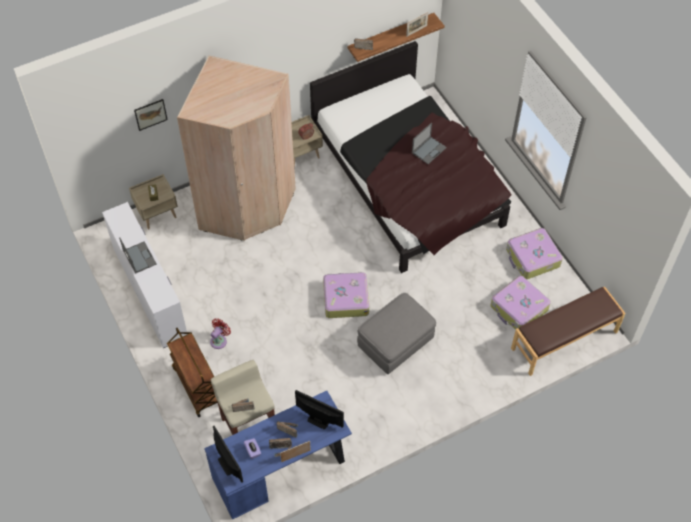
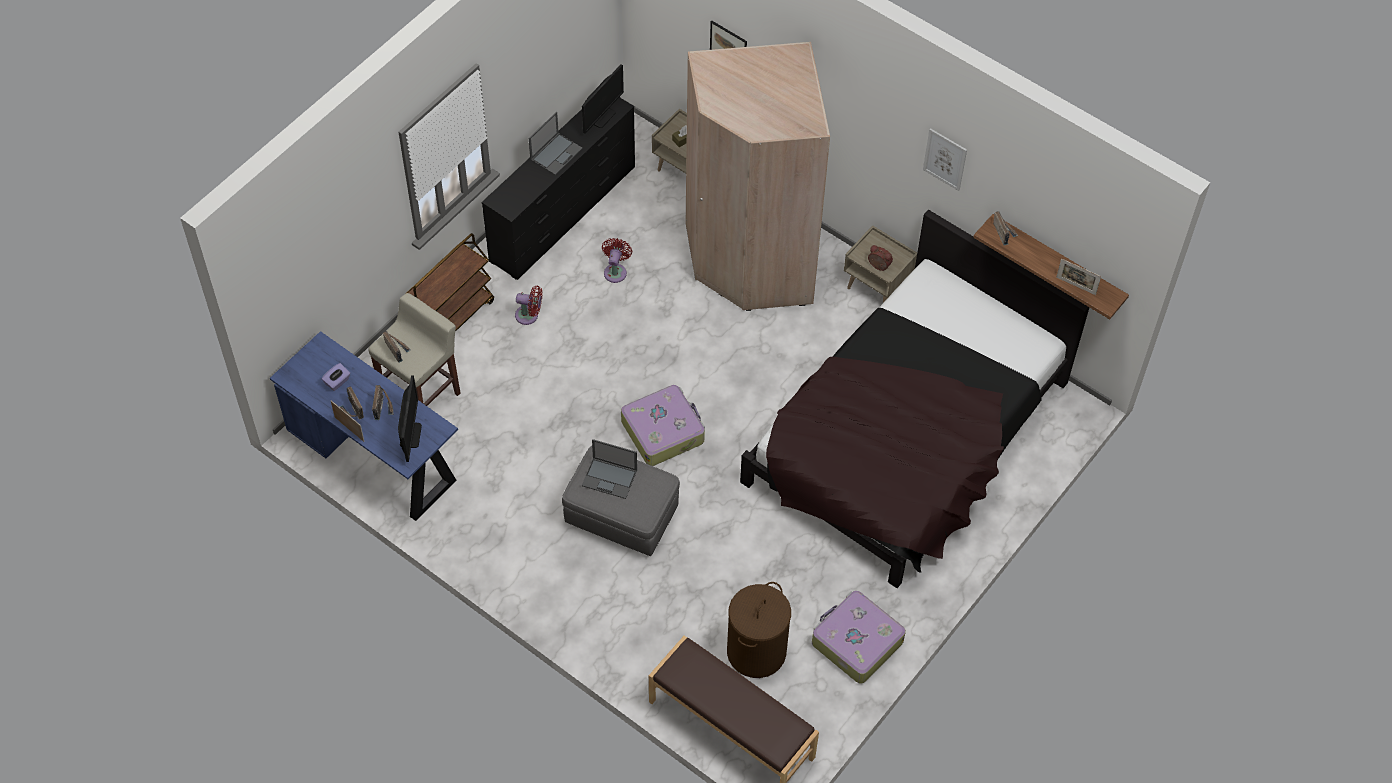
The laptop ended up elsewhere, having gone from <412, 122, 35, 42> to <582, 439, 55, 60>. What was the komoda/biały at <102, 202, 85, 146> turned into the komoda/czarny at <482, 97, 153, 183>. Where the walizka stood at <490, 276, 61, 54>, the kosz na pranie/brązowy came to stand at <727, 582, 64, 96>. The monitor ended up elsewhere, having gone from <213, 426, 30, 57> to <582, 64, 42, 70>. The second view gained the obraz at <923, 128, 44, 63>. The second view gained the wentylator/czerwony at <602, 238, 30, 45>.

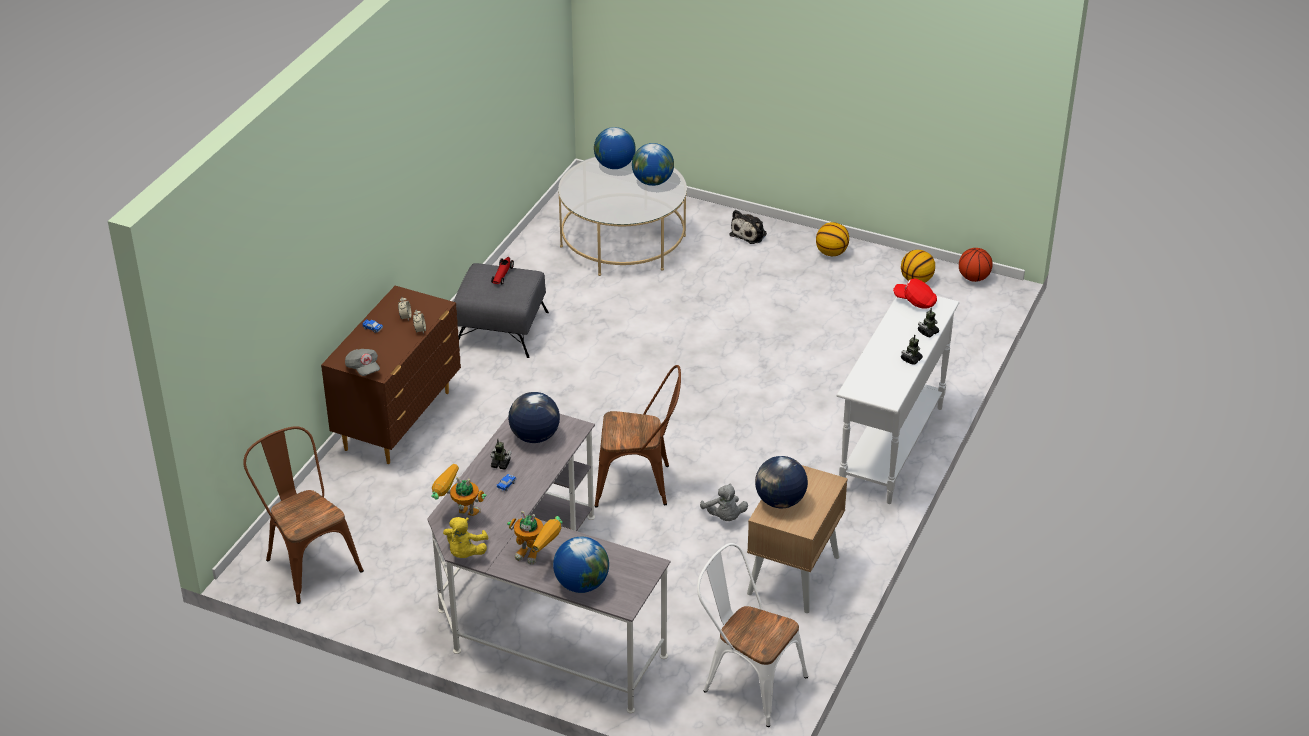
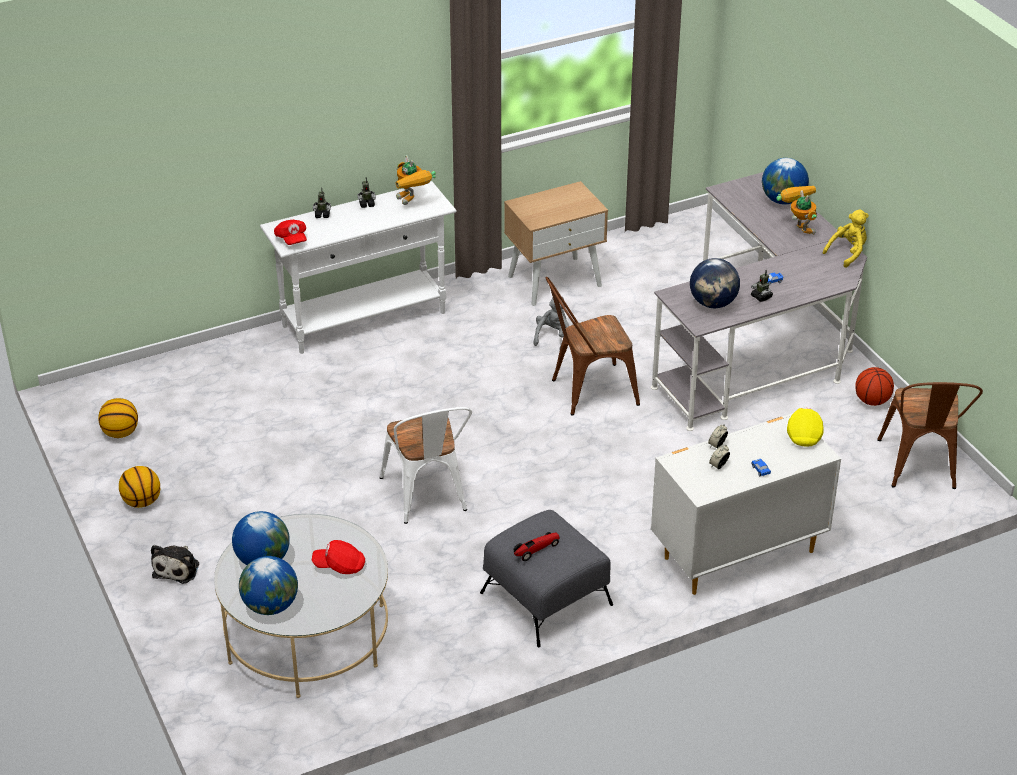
The pluszak at <730, 210, 37, 34> ended up facing another way, 120 degrees clockwise from before. The piłka do koszykówki ended up elsewhere, having gone from <959, 248, 34, 34> to <855, 367, 39, 39>. What was the komoda/brązowy at <321, 286, 140, 178> turned into the komoda/biały at <651, 413, 190, 182>. What was the czapka z daszkiem/szary at <345, 349, 35, 27> turned into the czapka z daszkiem/żółty at <787, 408, 37, 39>. The krzesło/brązowy at <595, 365, 86, 142> ended up facing another way, 60 degrees counterclockwise from before. The second view lost the globus at <755, 456, 53, 52>. The robot zabawkowy ended up elsewhere, having gone from <431, 464, 55, 52> to <396, 155, 40, 50>. The krzesło/biały ended up elsewhere, having gone from <697, 543, 111, 184> to <380, 407, 92, 117>. The second view gained the czapka z daszkiem/czerwony at <312, 540, 53, 34>.

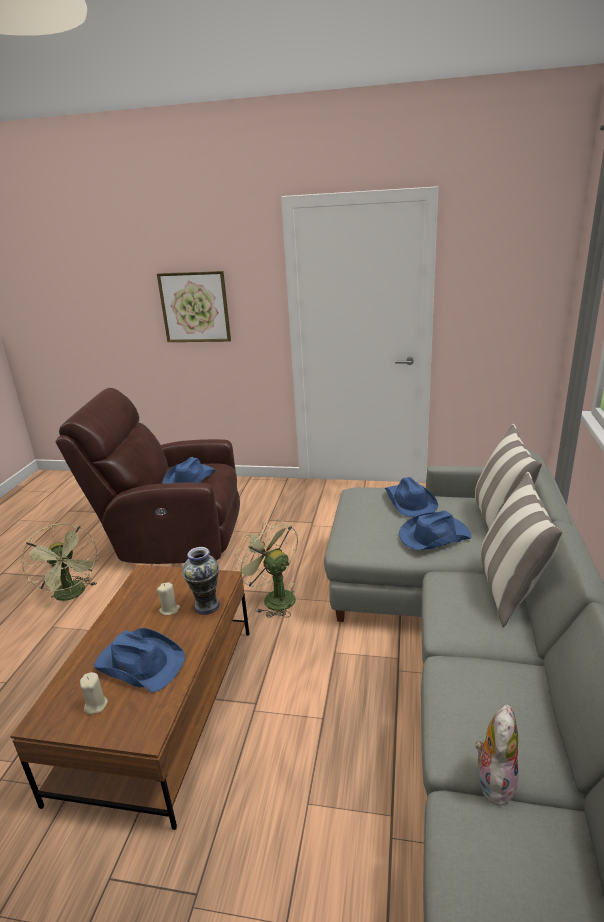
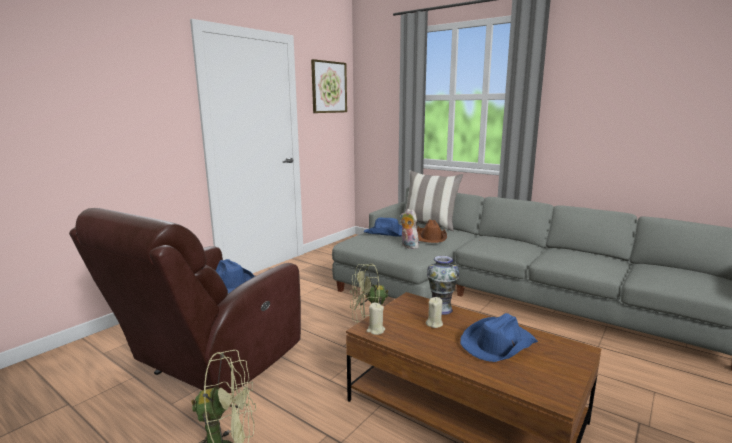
The obraz ended up elsewhere, having gone from <157, 271, 74, 71> to <311, 59, 36, 54>. The second view lost the poduszka at <480, 472, 82, 155>. What was the kapelusz/niebieski at <399, 511, 73, 39> turned into the kapelusz/brązowy at <417, 219, 30, 24>. The świeca/beżowy ended up elsewhere, having gone from <80, 672, 28, 42> to <366, 302, 19, 33>. The pluszak ended up elsewhere, having gone from <475, 705, 44, 103> to <401, 209, 18, 40>.

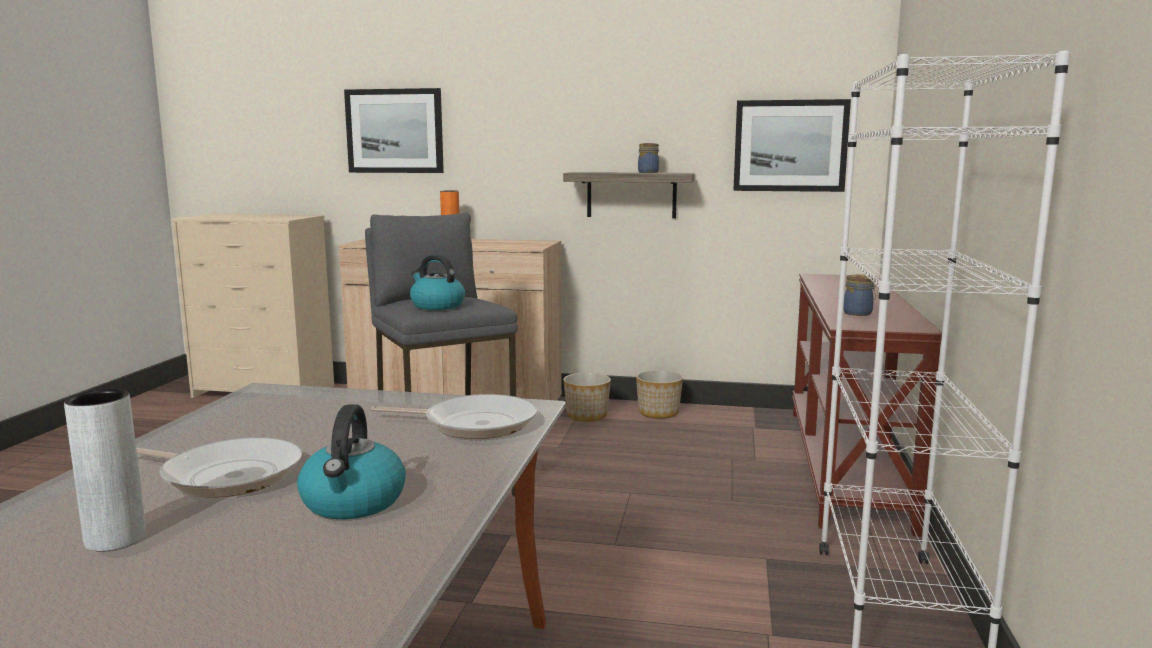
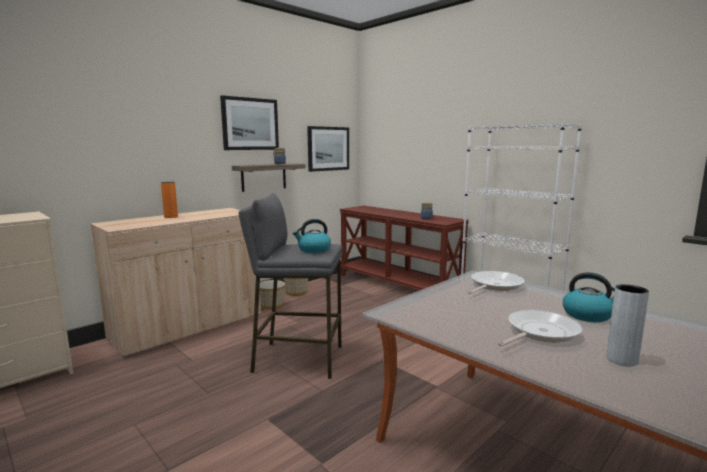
The obraz ended up elsewhere, having gone from <344, 88, 100, 85> to <220, 95, 59, 55>.

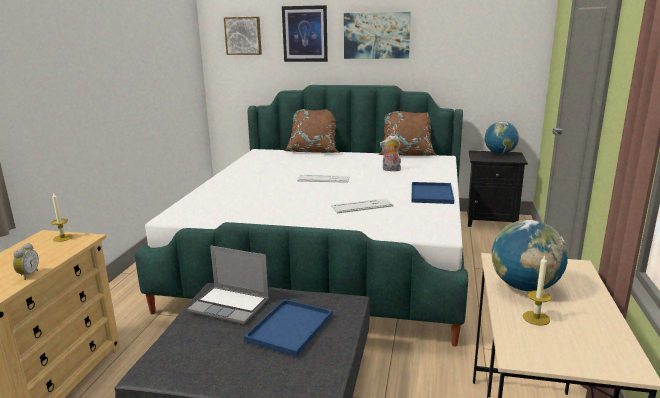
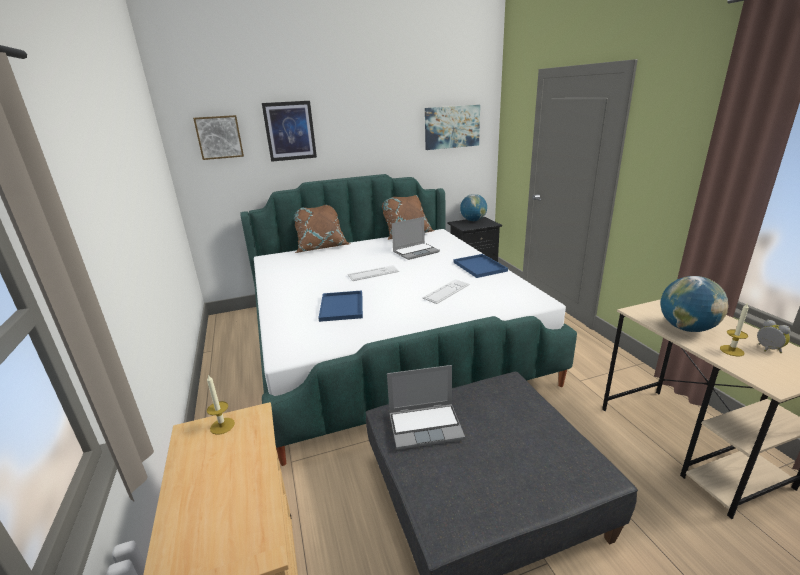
The obraz ended up elsewhere, having gone from <344, 12, 67, 47> to <425, 105, 55, 45>. Where the pluszak stood at <380, 135, 21, 36>, the laptop came to stand at <392, 217, 48, 43>. The budzik ended up elsewhere, having gone from <13, 243, 26, 37> to <757, 320, 34, 33>. The taca/niebieski ended up elsewhere, having gone from <244, 299, 89, 58> to <319, 290, 44, 32>.

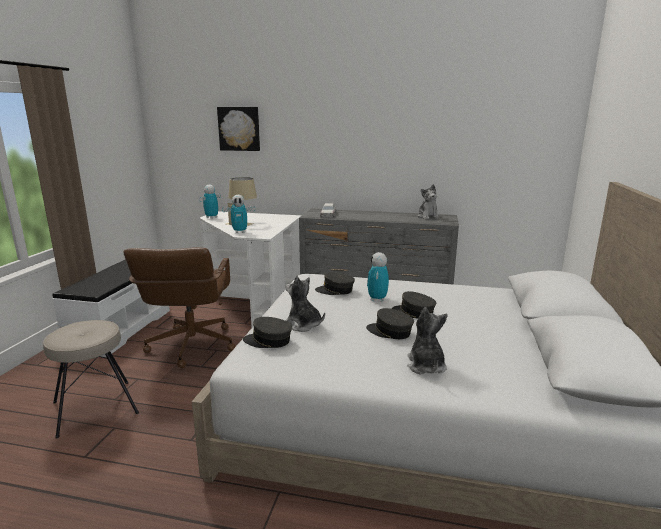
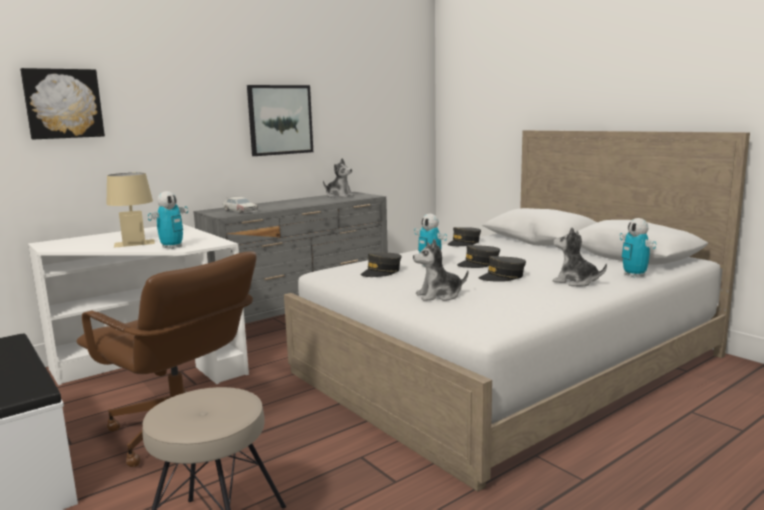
The robot zabawkowy ended up elsewhere, having gone from <199, 185, 22, 34> to <620, 218, 36, 60>. The czapka z daszkiem/szary ended up elsewhere, having gone from <243, 317, 49, 31> to <447, 227, 34, 19>. The second view gained the obraz at <247, 85, 66, 71>.

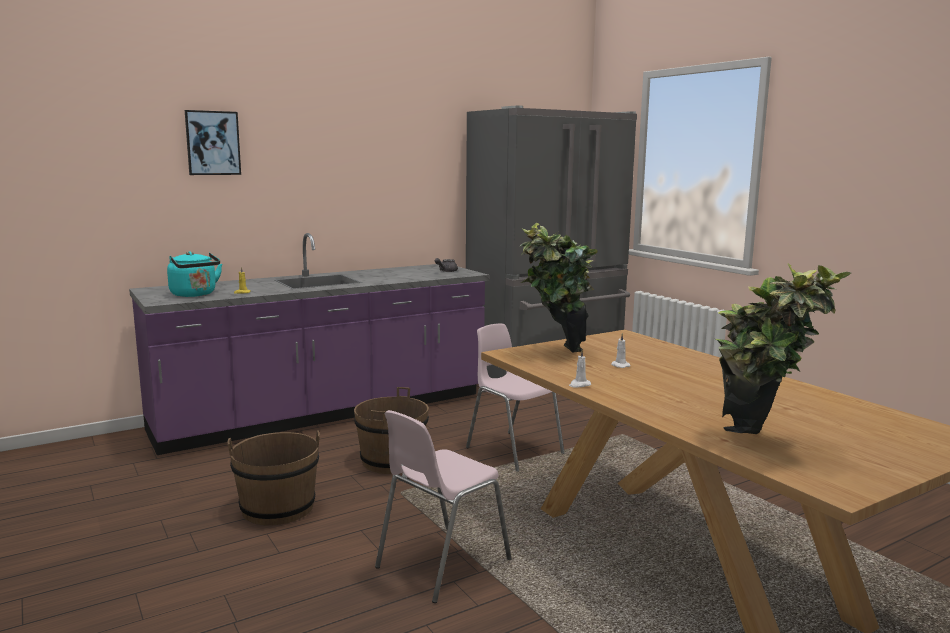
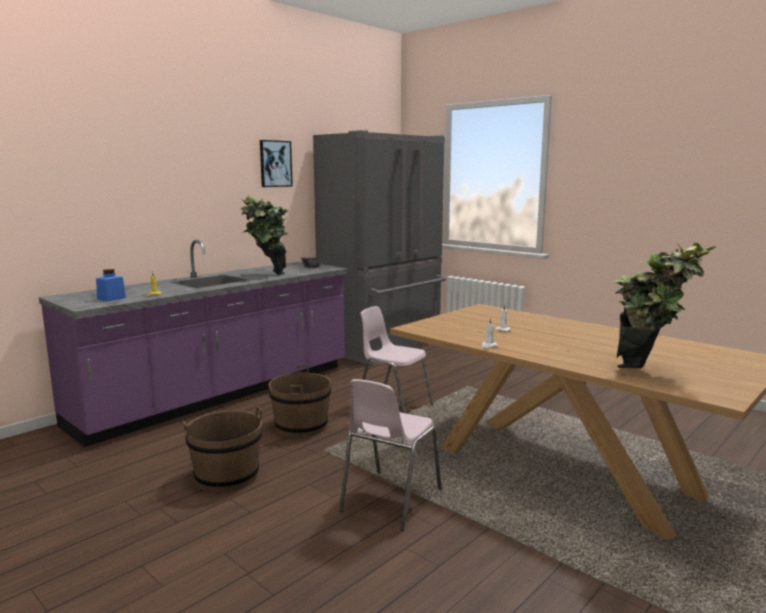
The obraz ended up elsewhere, having gone from <185, 110, 56, 65> to <260, 140, 33, 47>. The roślina doniczkowa ended up elsewhere, having gone from <520, 223, 77, 130> to <240, 195, 48, 80>. Where the czajnik/turkusowy stood at <167, 251, 55, 46>, the słoik/niebieski came to stand at <96, 269, 30, 33>.

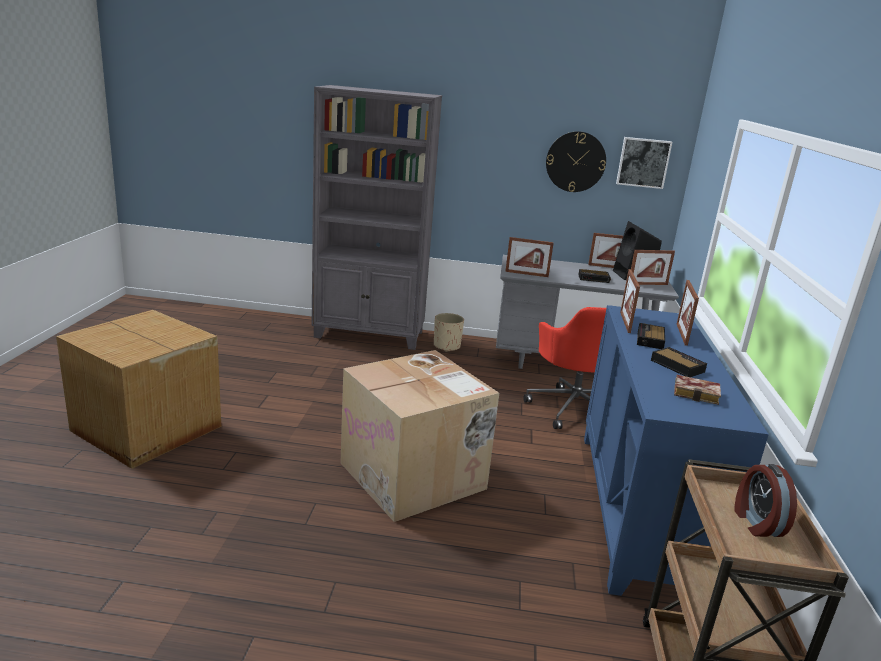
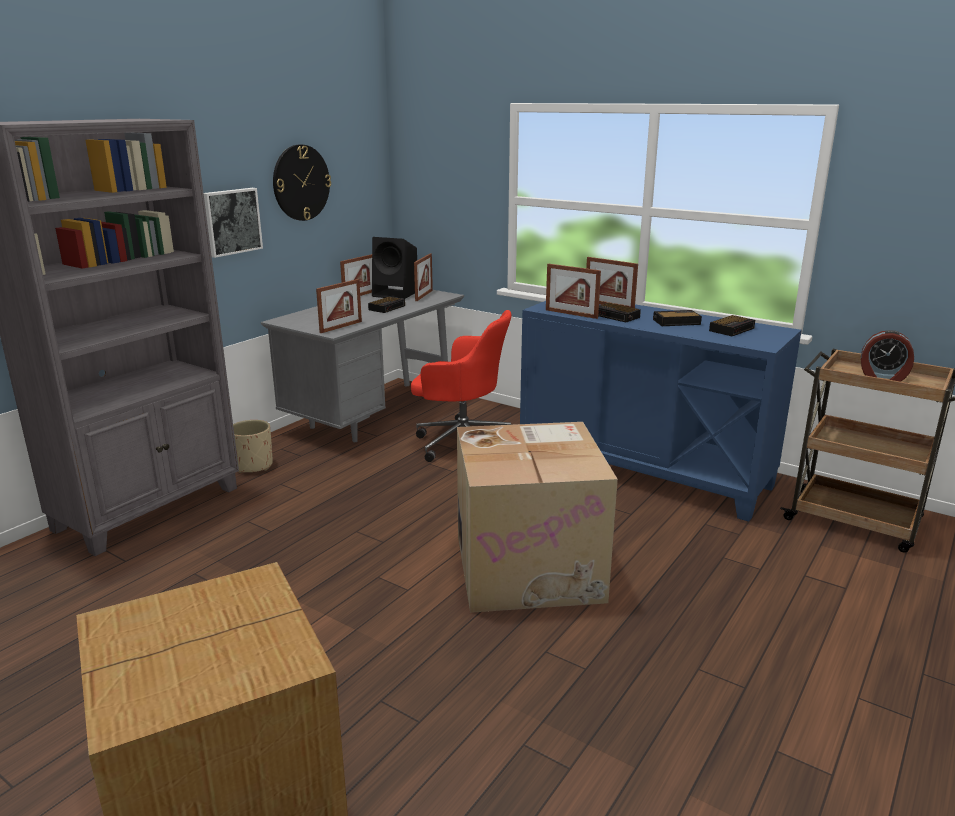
The obraz ended up elsewhere, having gone from <616, 137, 56, 52> to <204, 188, 59, 70>. Where the książka stood at <674, 375, 47, 30>, the budzik came to stand at <709, 315, 46, 21>.

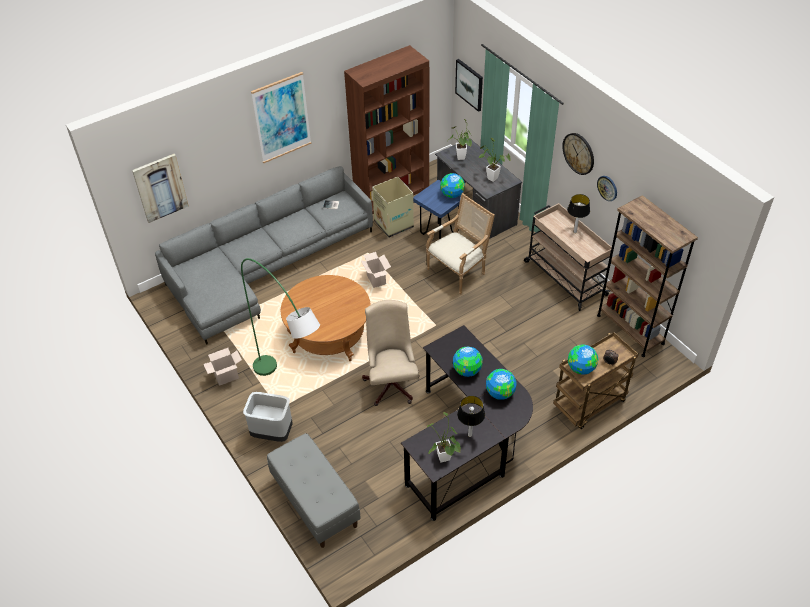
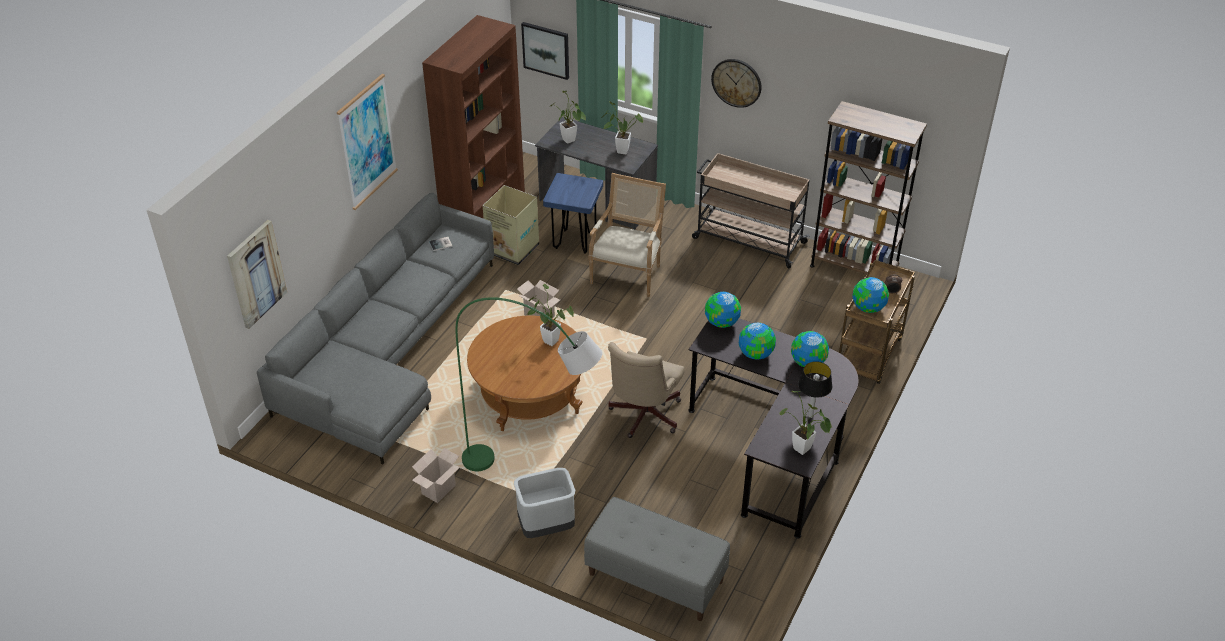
The globus ended up elsewhere, having gone from <440, 173, 25, 25> to <705, 292, 36, 36>. The second view lost the zegar ścienny at <597, 176, 20, 25>. The second view lost the lampa stołowa at <567, 194, 23, 39>. The krzesło biurowe/beżowy at <362, 300, 58, 106> ended up facing another way, 120 degrees counterclockwise from before. The second view gained the roślina doniczkowa at <527, 284, 47, 62>.

